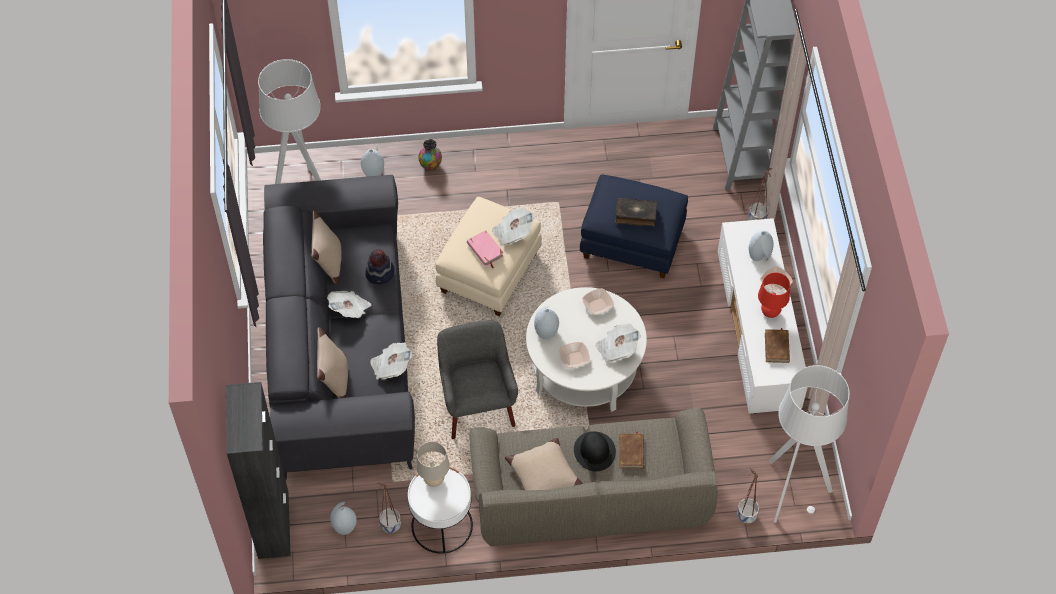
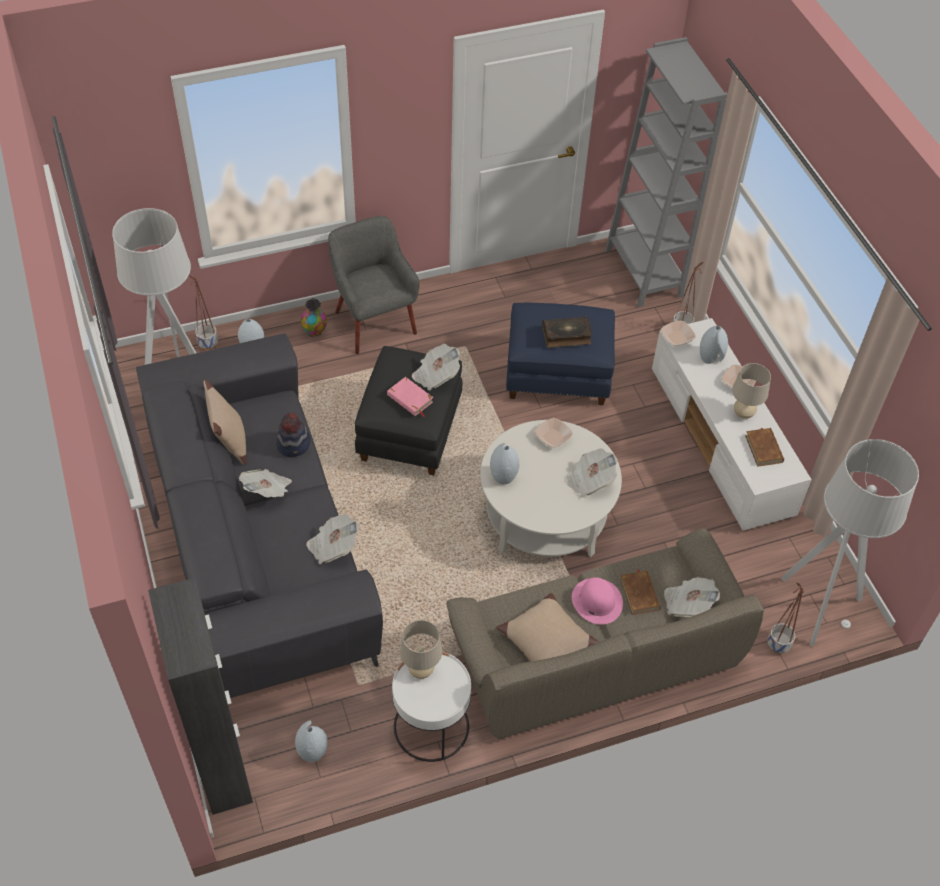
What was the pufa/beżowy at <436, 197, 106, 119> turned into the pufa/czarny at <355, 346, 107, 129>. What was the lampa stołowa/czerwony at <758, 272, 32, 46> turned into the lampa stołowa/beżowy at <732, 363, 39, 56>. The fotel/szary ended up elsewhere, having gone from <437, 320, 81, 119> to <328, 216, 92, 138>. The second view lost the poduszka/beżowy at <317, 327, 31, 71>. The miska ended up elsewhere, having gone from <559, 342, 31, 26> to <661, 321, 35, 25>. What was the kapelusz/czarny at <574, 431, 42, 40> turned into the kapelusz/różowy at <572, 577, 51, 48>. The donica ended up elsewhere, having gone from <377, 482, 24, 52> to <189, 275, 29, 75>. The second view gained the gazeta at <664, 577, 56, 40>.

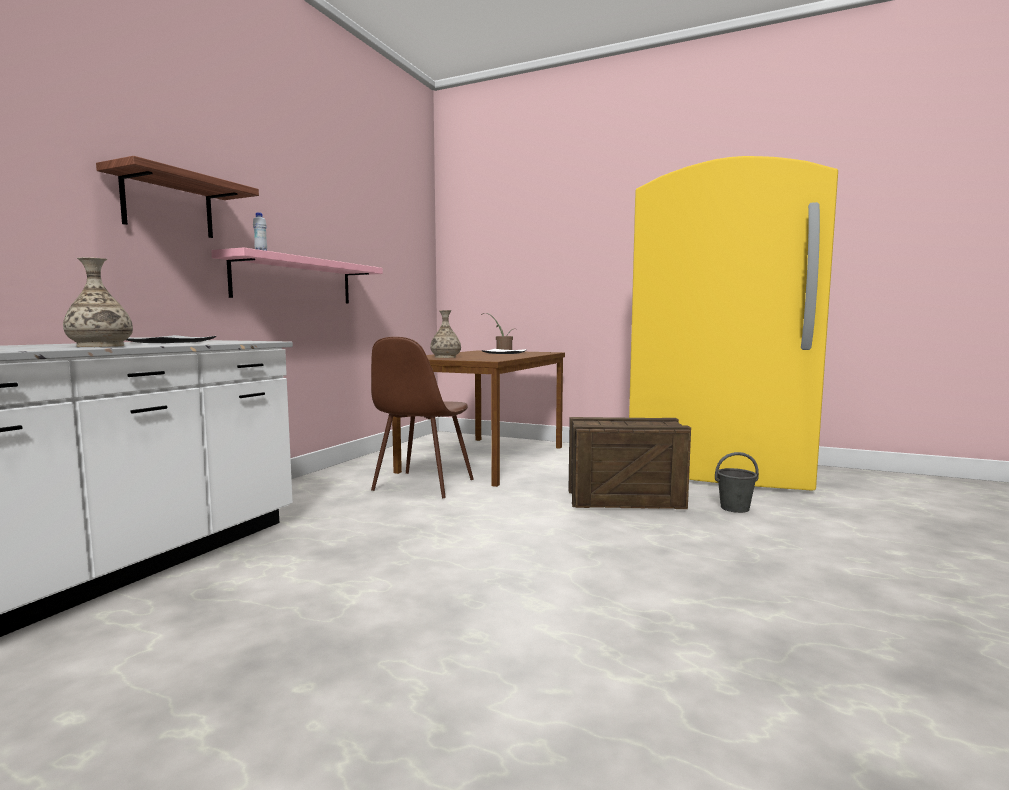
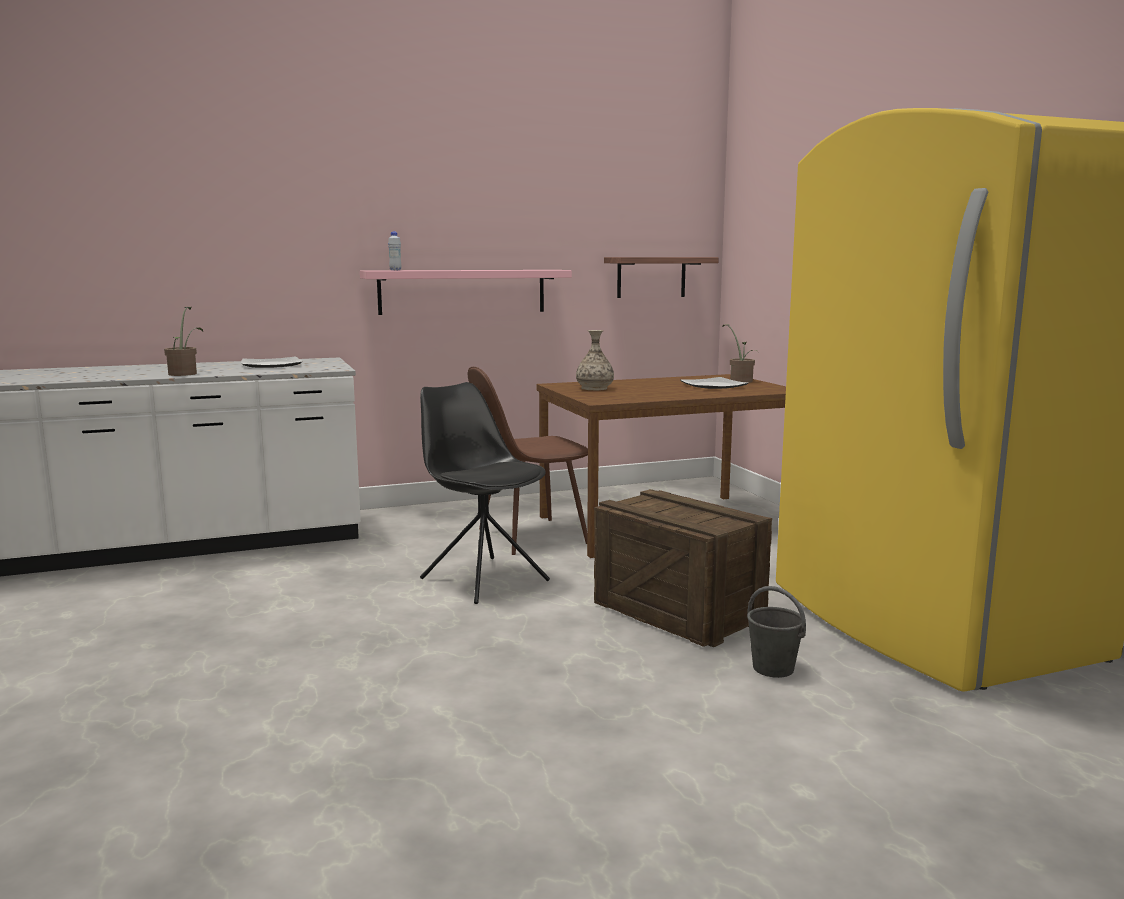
The półka ended up elsewhere, having gone from <96, 156, 163, 82> to <604, 257, 115, 41>. Where the wazon stood at <63, 257, 70, 90>, the roślina doniczkowa came to stand at <164, 307, 39, 69>. The second view gained the krzesło/czarny at <420, 382, 130, 222>.

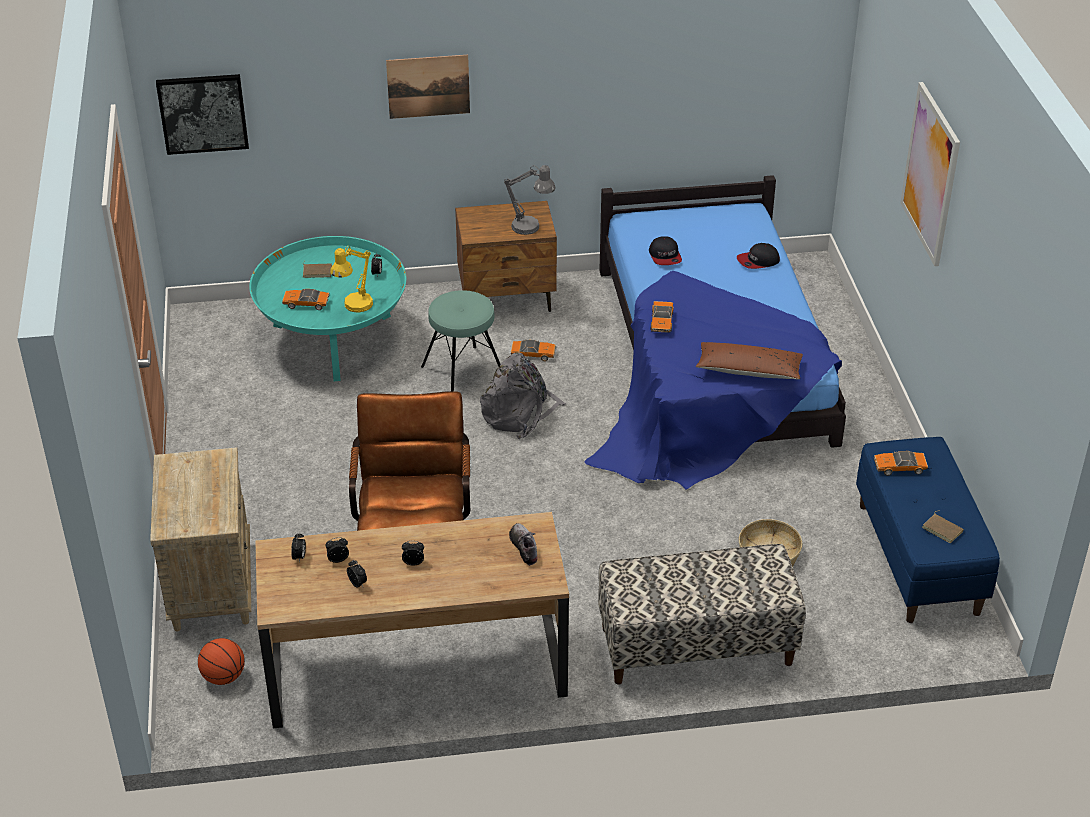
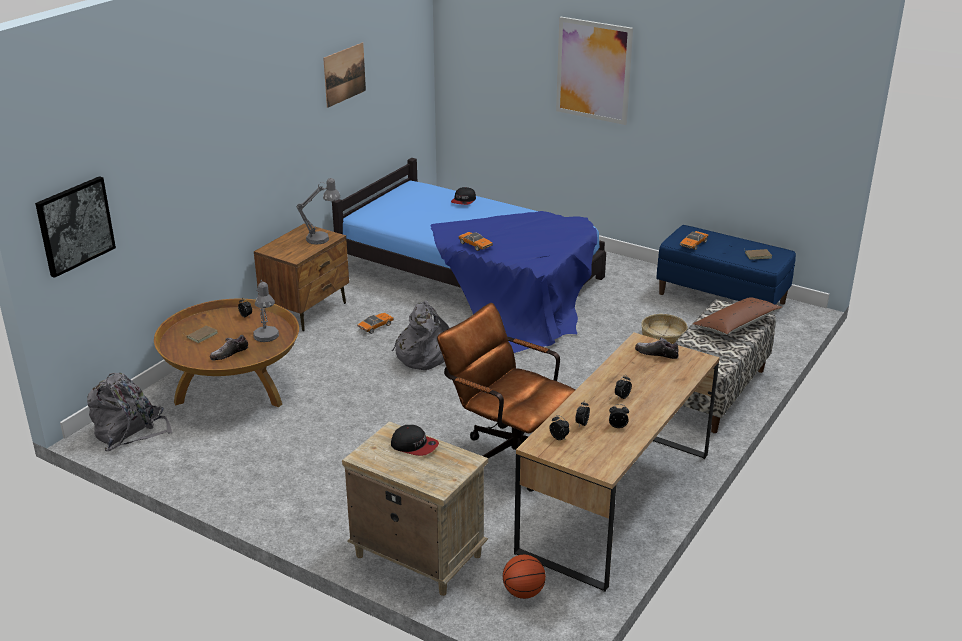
The obraz ended up elsewhere, having gone from <386, 55, 84, 64> to <323, 42, 43, 66>. What was the ława/turkusowy at <249, 236, 157, 145> turned into the ława/brązowy at <154, 299, 145, 108>. The czapka z daszkiem ended up elsewhere, having gone from <649, 236, 33, 29> to <391, 425, 48, 31>. What was the lampa stołowa/żółty at <330, 245, 43, 67> turned into the lampa stołowa/szary at <253, 280, 26, 62>. Where the samochodzik stood at <282, 289, 47, 21>, the but came to stand at <210, 335, 39, 25>. The second view lost the stołek/turkusowy at <421, 290, 80, 102>. The poduszka/brązowy ended up elsewhere, having gone from <696, 342, 107, 37> to <693, 297, 90, 38>. The second view gained the plecak/szary at <87, 373, 85, 78>.

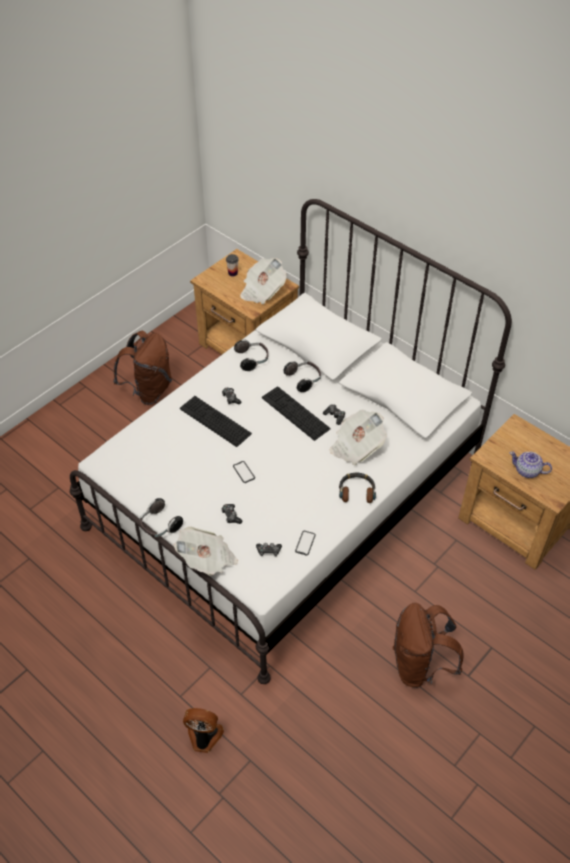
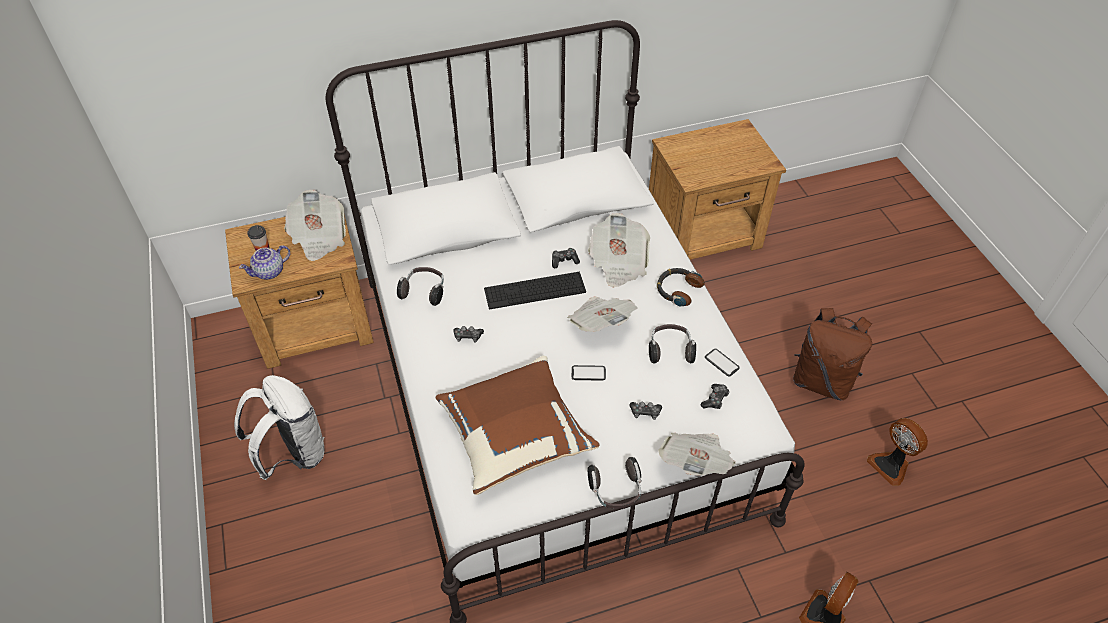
What was the plecak/brązowy at <113, 331, 59, 74> turned into the plecak/biały at <234, 375, 91, 105>. The słuchawki ended up elsewhere, having gone from <284, 361, 37, 31> to <649, 324, 47, 39>. The second view lost the klawiatura at <180, 396, 72, 51>. The imbryk ended up elsewhere, having gone from <510, 451, 42, 27> to <239, 245, 51, 35>. The second view gained the gazeta at <567, 296, 71, 36>. The second view gained the poduszka/brązowy at <435, 356, 165, 139>. The second view gained the wentylator at <867, 418, 61, 68>.

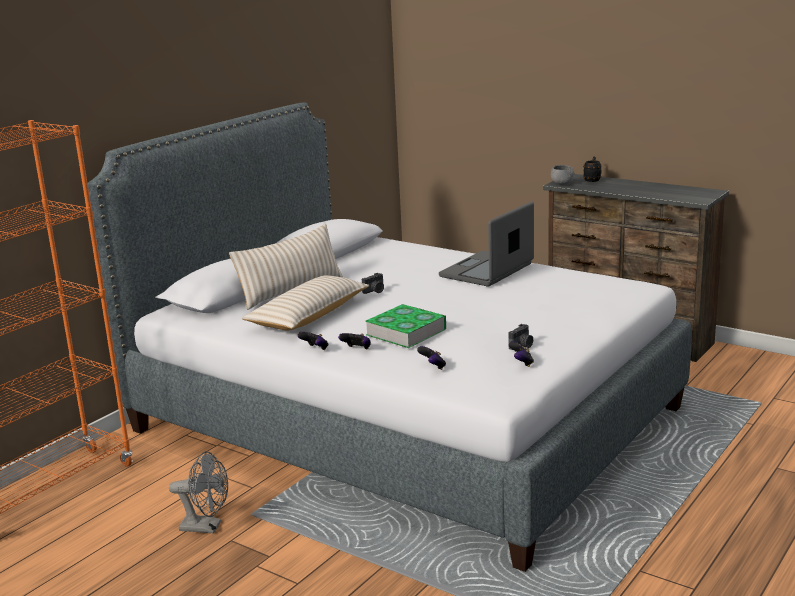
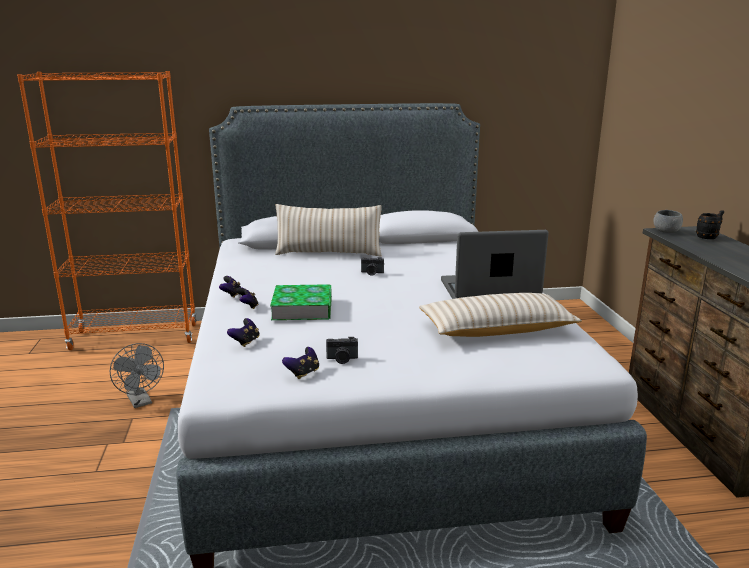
The poduszka/beżowy ended up elsewhere, having gone from <242, 275, 127, 56> to <419, 293, 163, 44>.

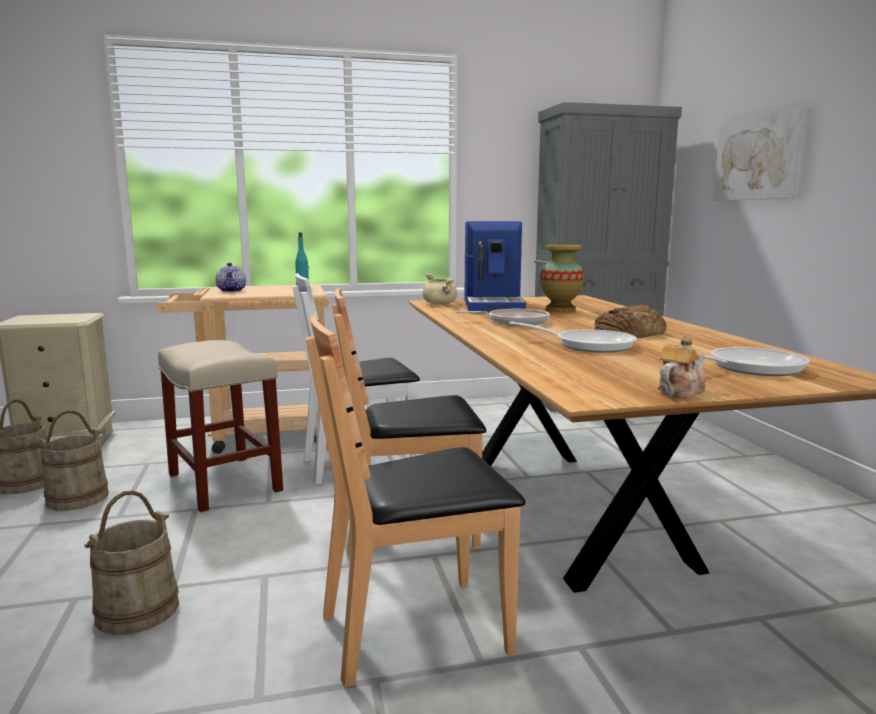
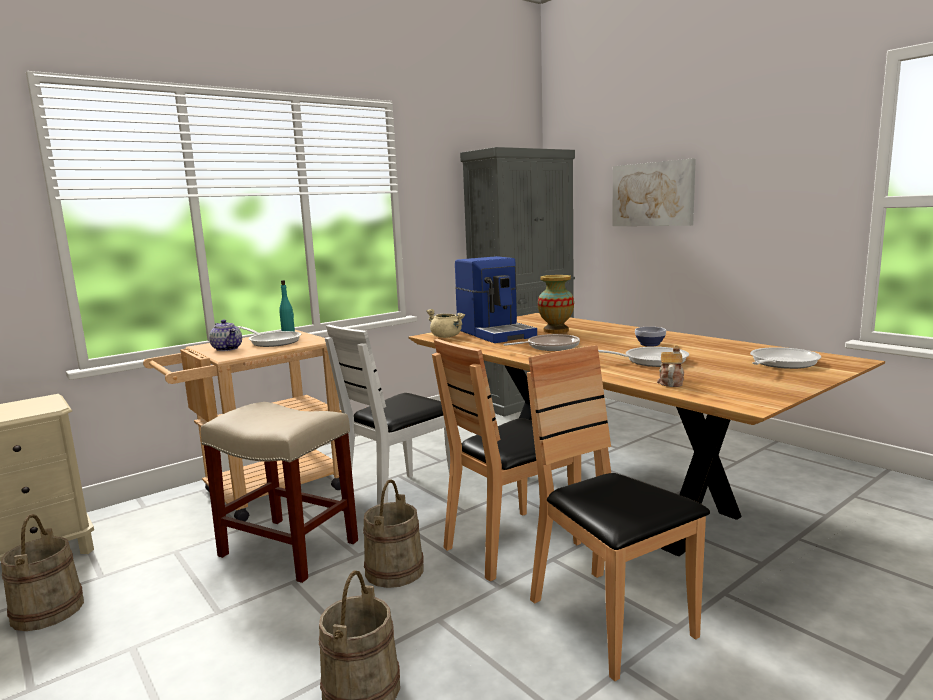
Where the chleb stood at <595, 305, 72, 33>, the miska came to stand at <635, 327, 31, 20>. The krzesło/brązowy at <306, 315, 220, 373> ended up facing another way, 105 degrees clockwise from before. The imbryk ended up elsewhere, having gone from <658, 336, 48, 63> to <657, 345, 27, 42>. The wiadro/beżowy ended up elsewhere, having gone from <36, 410, 73, 101> to <363, 479, 61, 109>. The second view gained the patelnia at <238, 326, 63, 21>.

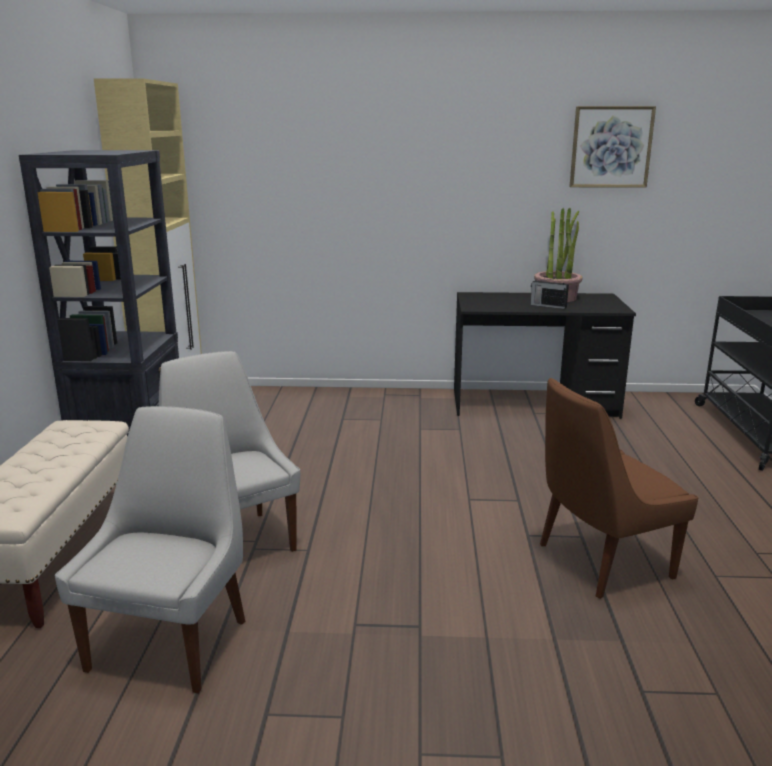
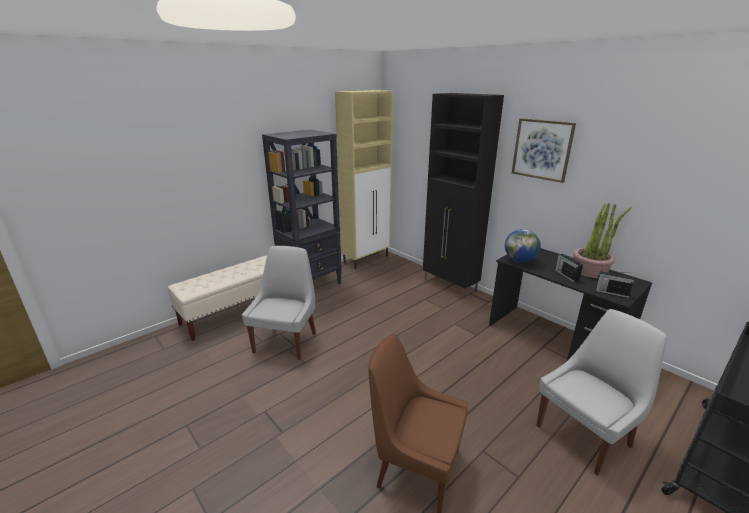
The obraz ended up elsewhere, having gone from <569, 106, 87, 82> to <512, 118, 64, 65>. The krzesło/biały ended up elsewhere, having gone from <55, 406, 190, 287> to <536, 309, 130, 167>. The second view gained the szafka/czarny at <423, 93, 81, 206>. The second view gained the globus at <505, 229, 36, 34>. The second view gained the radio at <595, 271, 40, 27>.

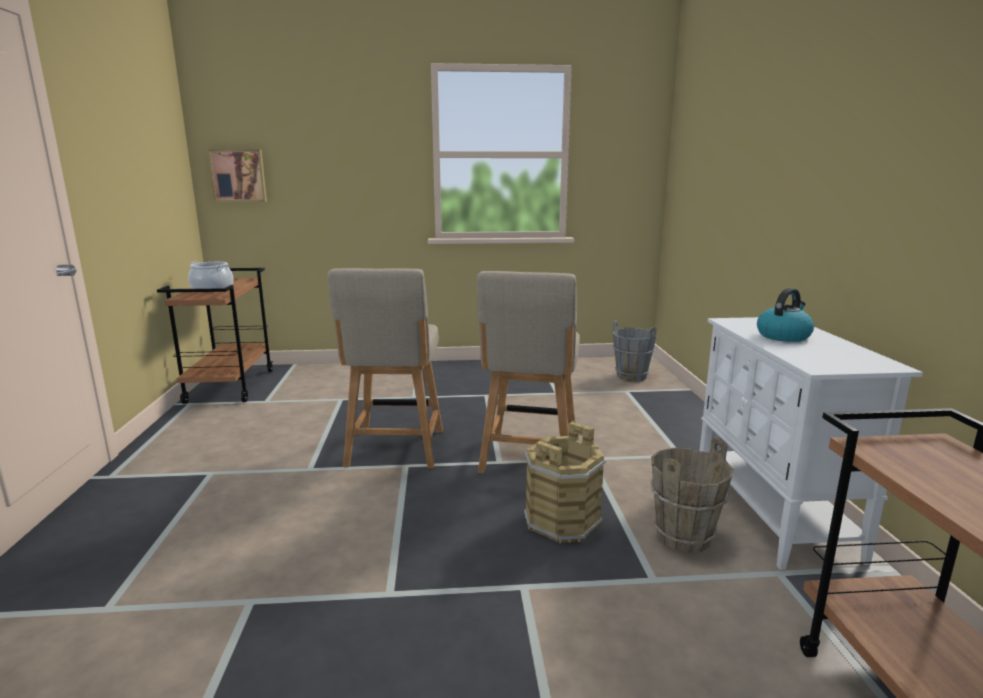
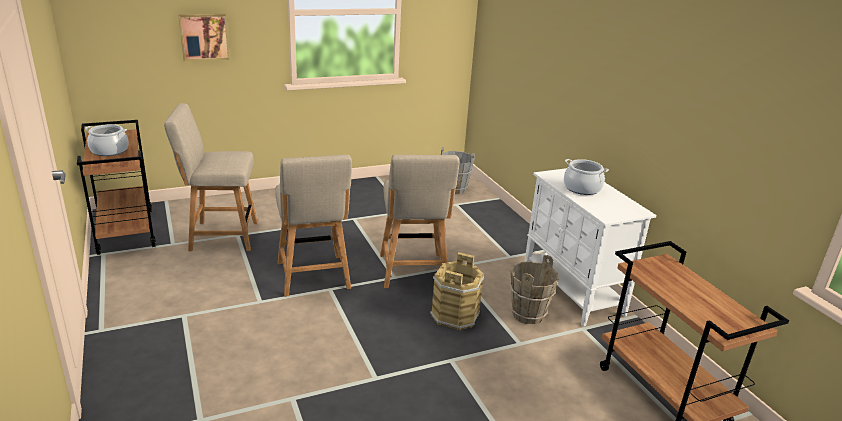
The obraz ended up elsewhere, having gone from <207, 149, 60, 53> to <178, 14, 52, 47>. Where the czajnik stood at <757, 288, 57, 54>, the garnek came to stand at <564, 159, 45, 36>. The second view gained the krzesło/beżowy at <164, 103, 94, 148>.

